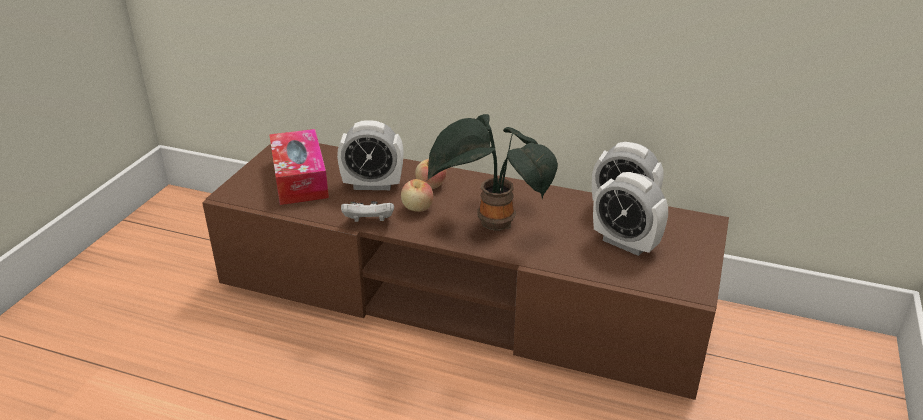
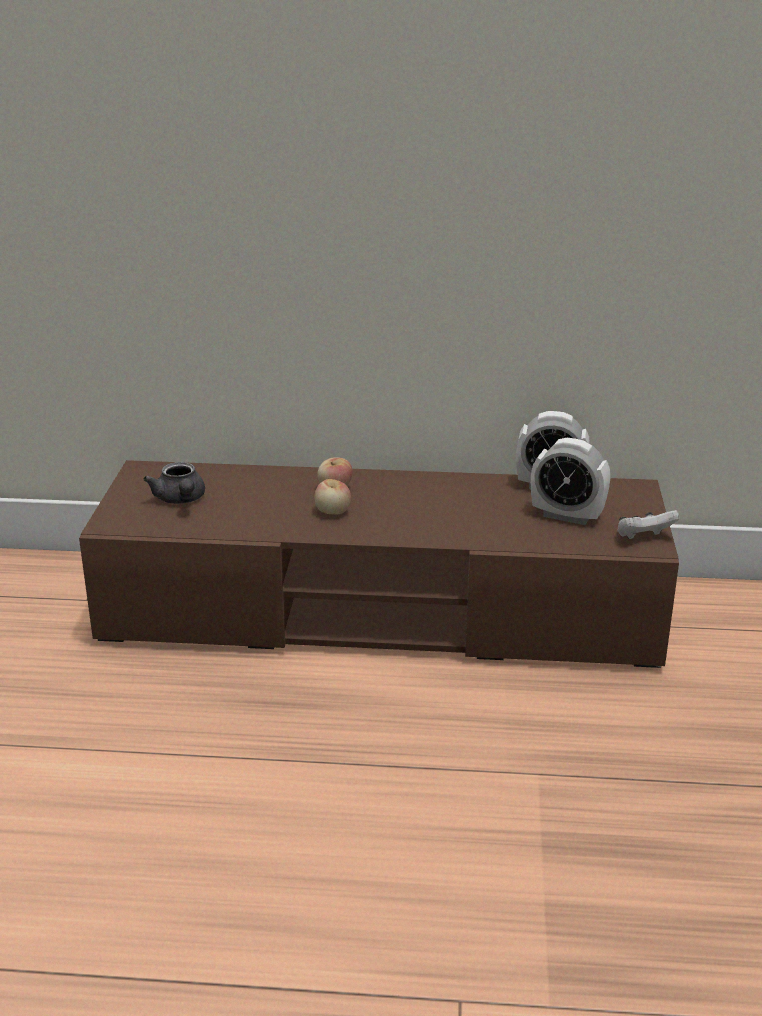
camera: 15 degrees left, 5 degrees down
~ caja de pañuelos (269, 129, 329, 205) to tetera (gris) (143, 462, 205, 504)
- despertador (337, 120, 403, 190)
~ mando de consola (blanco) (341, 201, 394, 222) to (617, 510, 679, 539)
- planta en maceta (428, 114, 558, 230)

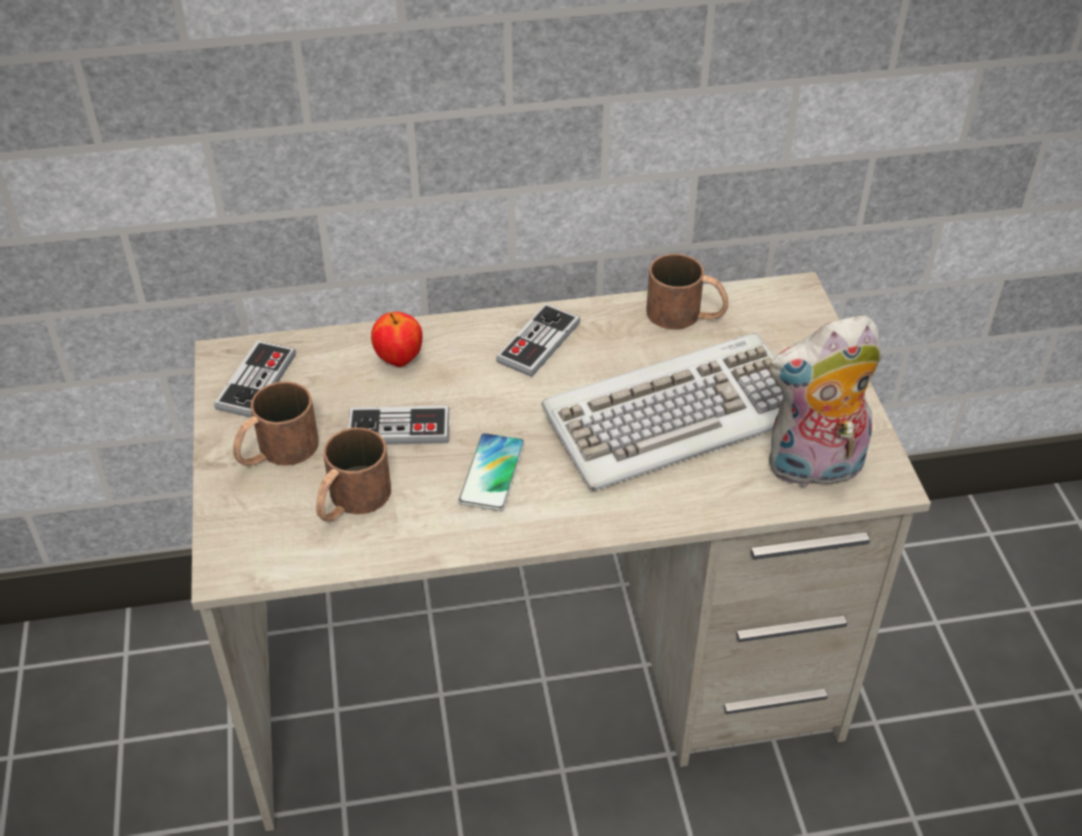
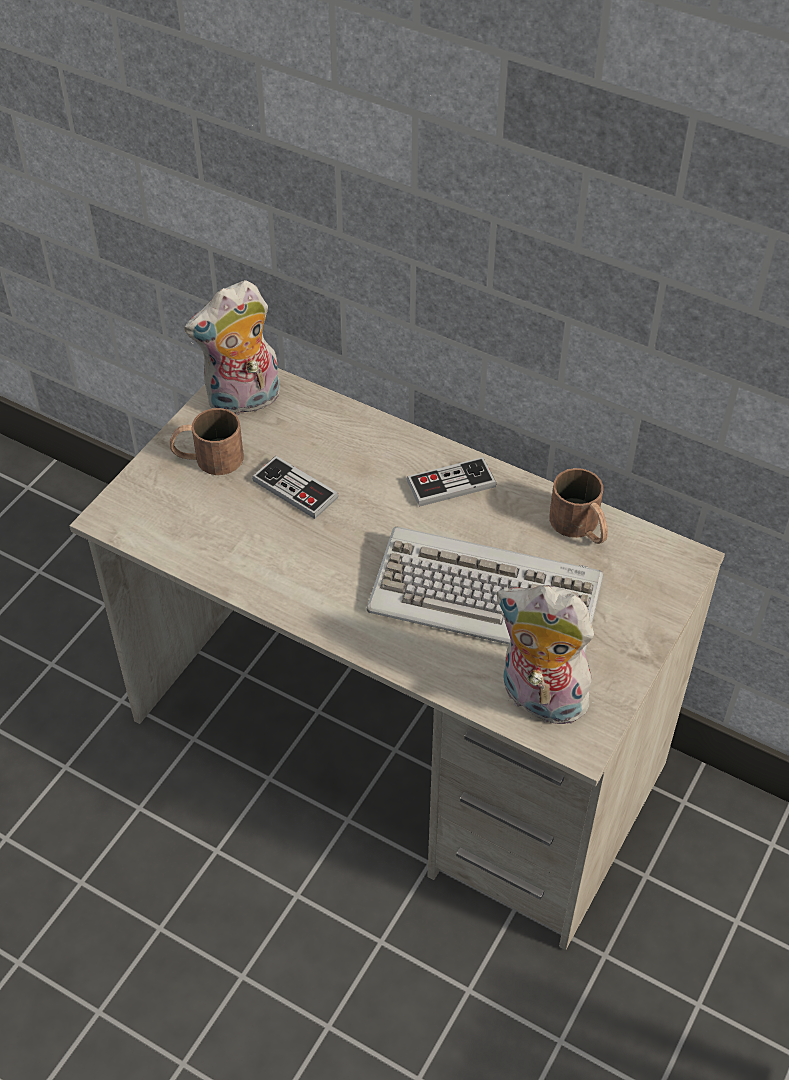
camera: 40 degrees right, 5 degrees up
~ mando de consola (214, 340, 296, 418) to peluche (184, 280, 280, 416)
- taza grande (marrón) (316, 427, 391, 522)
- manzana (371, 311, 422, 367)
- móvil (458, 433, 525, 511)

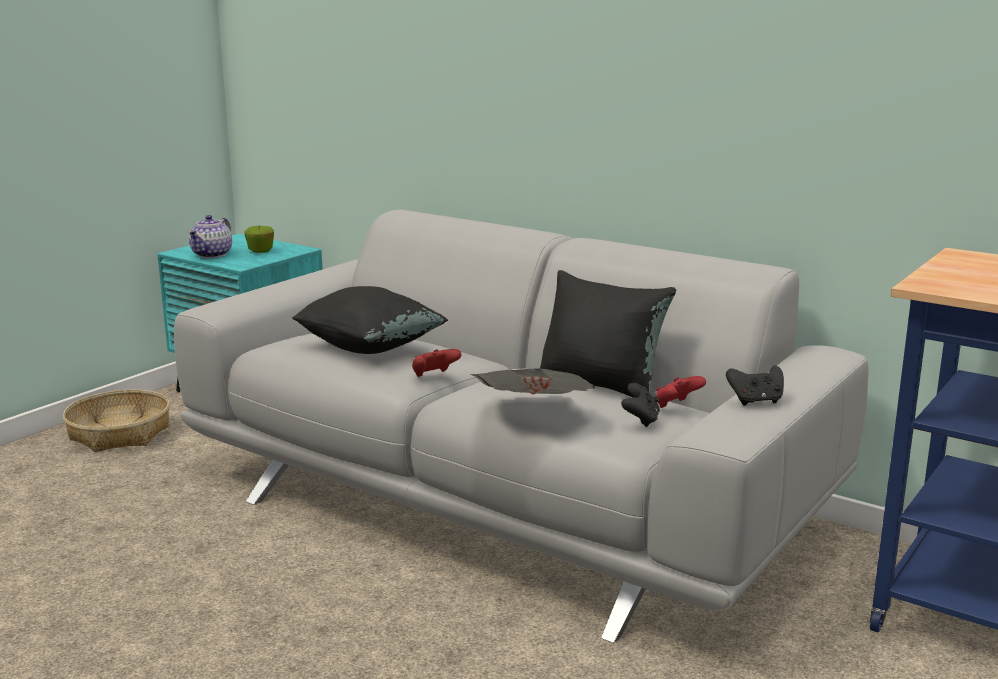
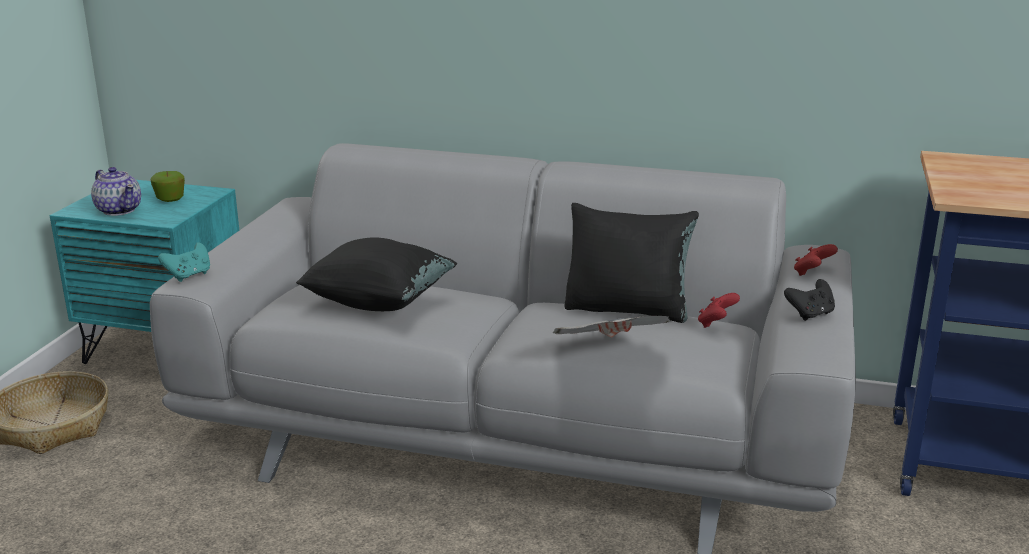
camera: 20 degrees left, 5 degrees up
~ tetera (188, 215, 232, 258) = (91, 167, 141, 216) 45 degrees counterclockwise
~ mando de consola (rojo) (412, 349, 461, 377) to (794, 244, 838, 276)
- mando de consola (negro) (621, 383, 660, 427)
+ mando de consola (turquesa) (158, 243, 210, 282)

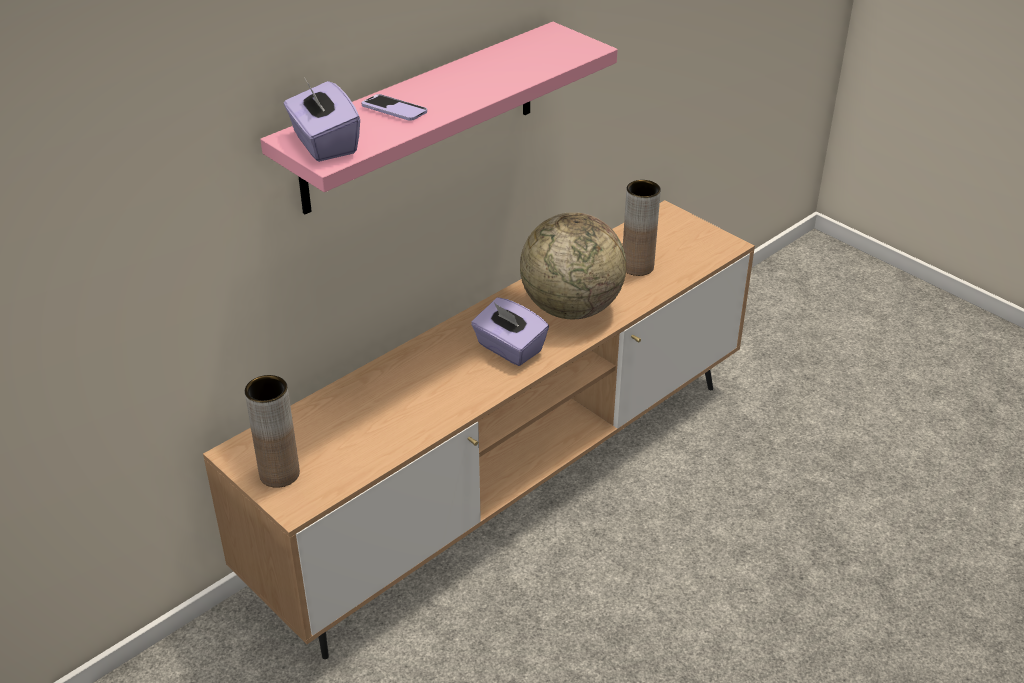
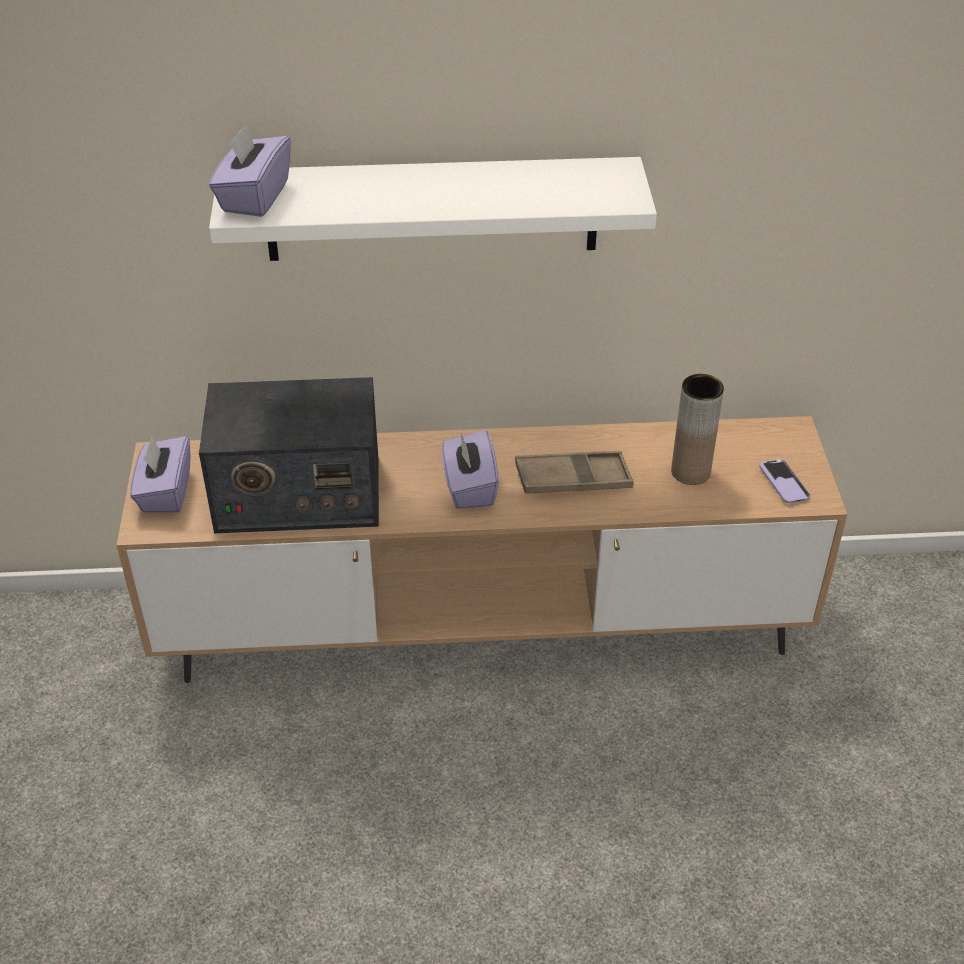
camera: 40 degrees right, 5 degrees up
~ florero (marrón) (245, 375, 300, 488) to caja de pañuelos (morado) (130, 436, 190, 513)
~ estante (rosa) (260, 22, 618, 214) to estante (blanco) (209, 157, 657, 261)
~ móvil (362, 94, 427, 121) to (759, 459, 810, 504)
~ globo terráqueo (520, 212, 626, 319) to bandeja (marrón) (515, 451, 634, 494)
+ radio (199, 377, 379, 533)

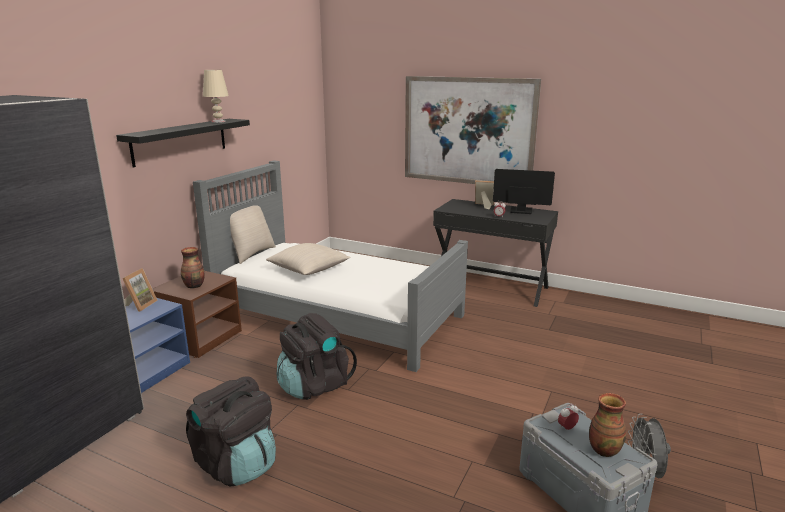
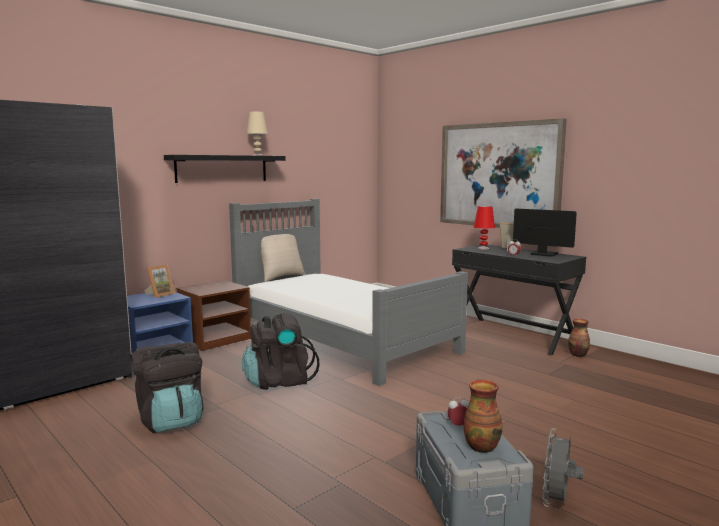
camera: 20 degrees right, 10 degrees down
~ florero (181, 247, 205, 288) to (568, 319, 590, 357)
- cojín (beis) (266, 243, 351, 275)
+ lámpara de mesa (rojo) (474, 206, 495, 249)

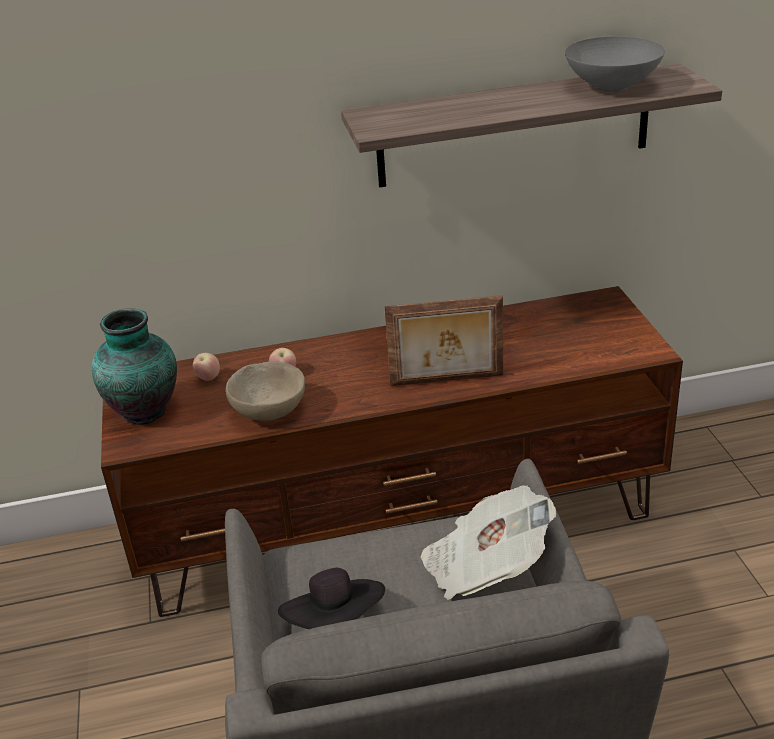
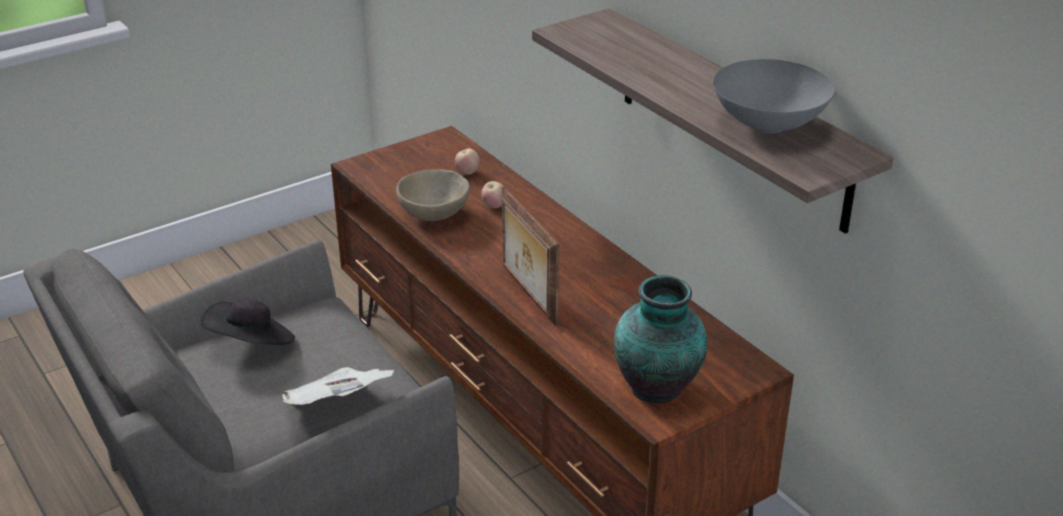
camera: 65 degrees right, 0 degrees up
~ florero (92, 309, 177, 425) to (614, 275, 707, 403)

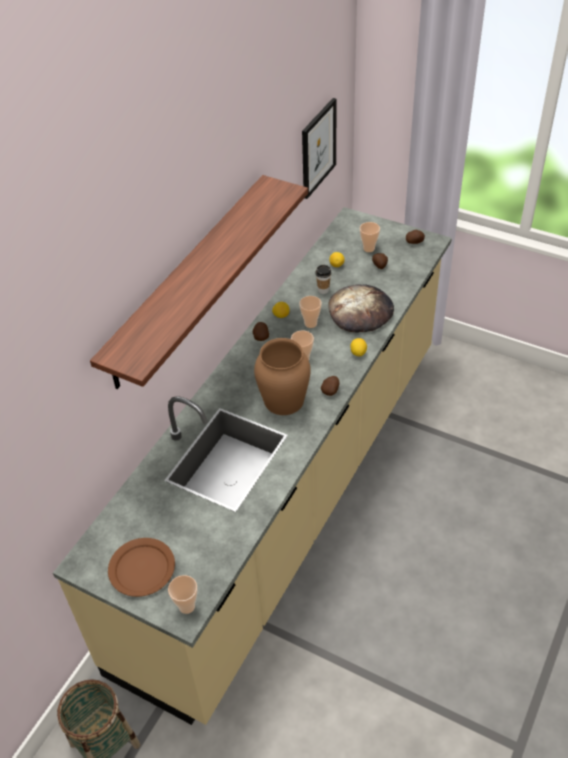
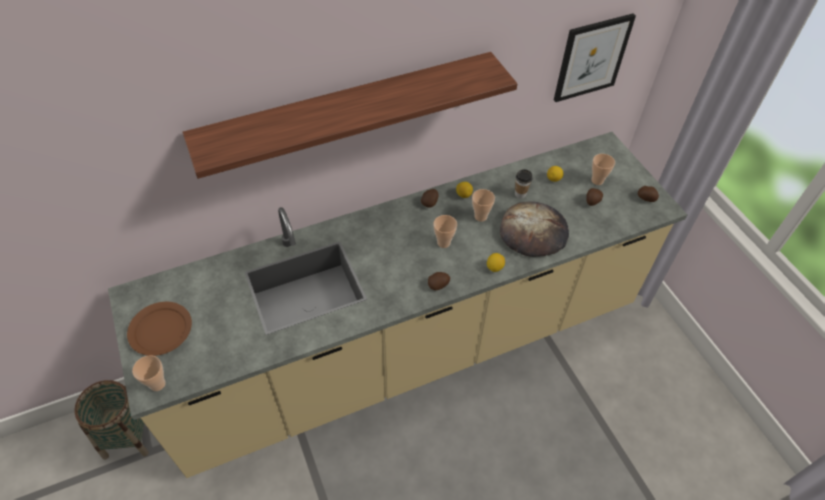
camera: 35 degrees right, 5 degrees up
- florero (marrón) (254, 338, 311, 415)

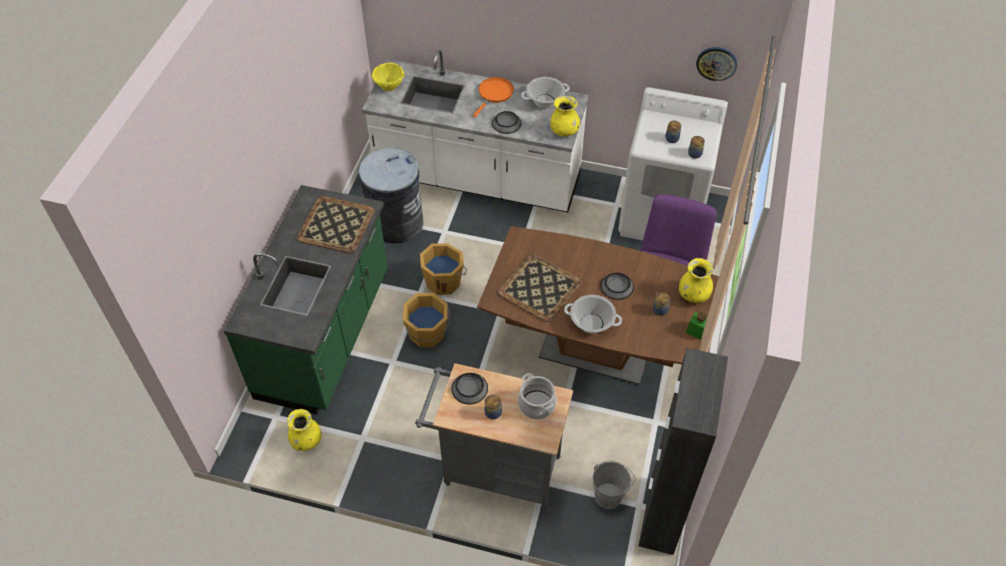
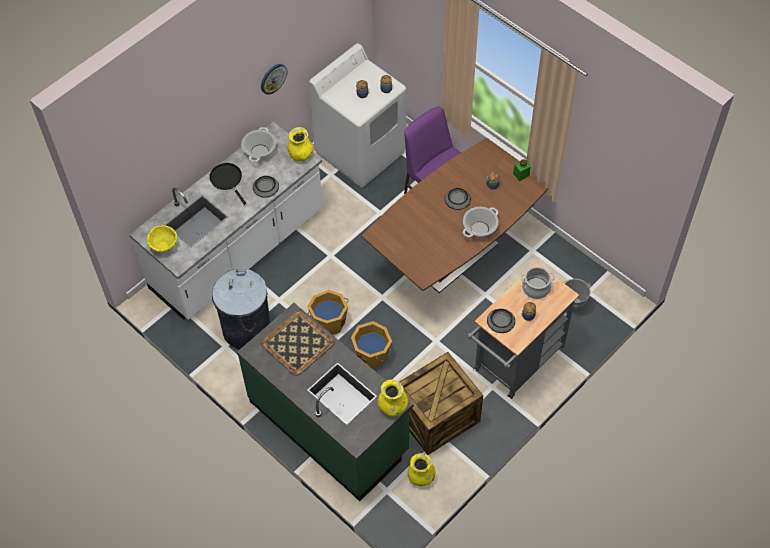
camera: 60 degrees left, 5 degrees up
~ sartén (naranja) (473, 77, 514, 117) to sartén (negro) (209, 163, 246, 205)
- bandeja (497, 254, 582, 322)
- armario (negro) (638, 348, 728, 555)
~ florero (amarillo) (679, 258, 713, 303) to (377, 379, 408, 416)
~ reloj de pared (696, 47, 737, 81) to (261, 64, 287, 95)
+ caja de embalaje (399, 352, 483, 455)

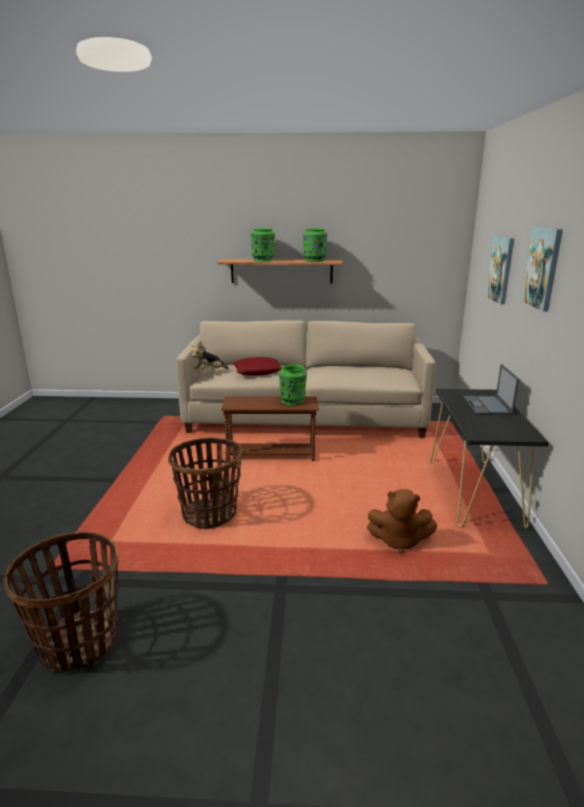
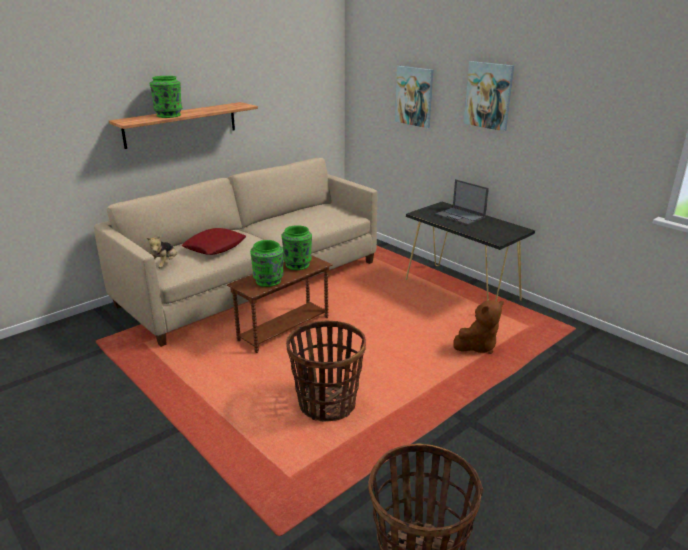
camera: 45 degrees left, 5 degrees up
~ florero (verde) (303, 229, 327, 262) to (250, 240, 283, 287)

